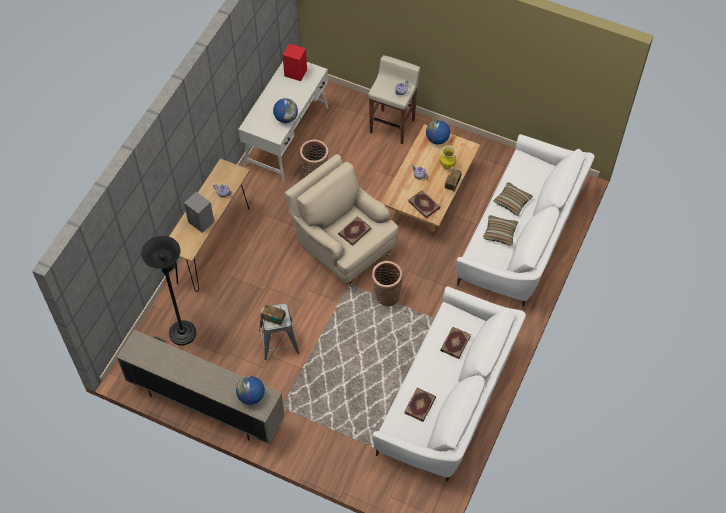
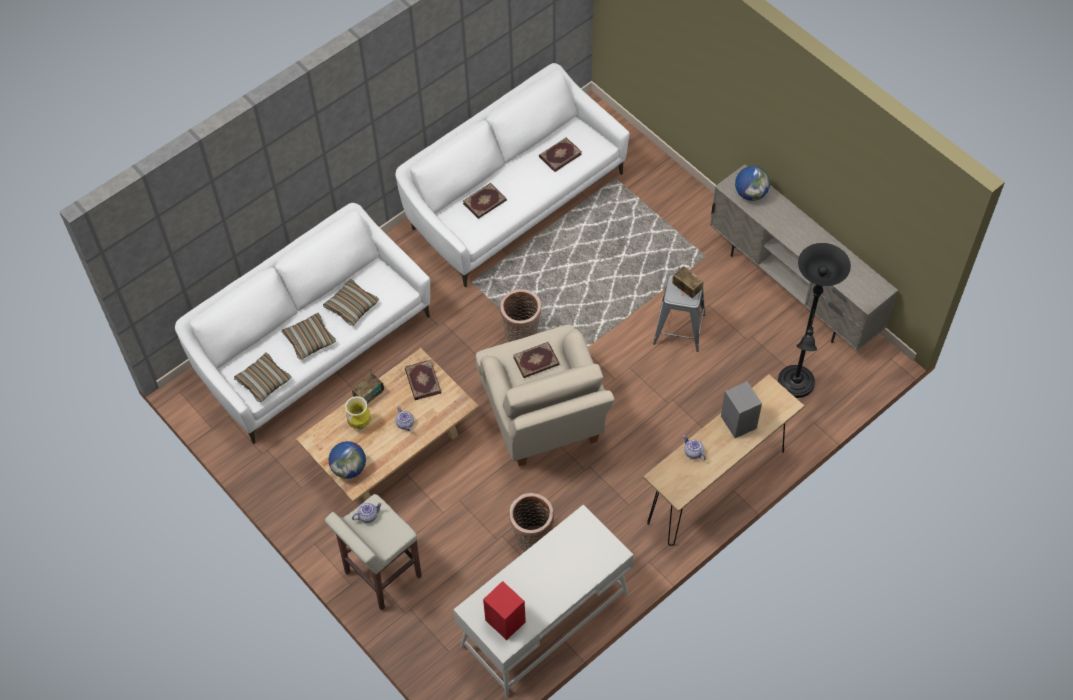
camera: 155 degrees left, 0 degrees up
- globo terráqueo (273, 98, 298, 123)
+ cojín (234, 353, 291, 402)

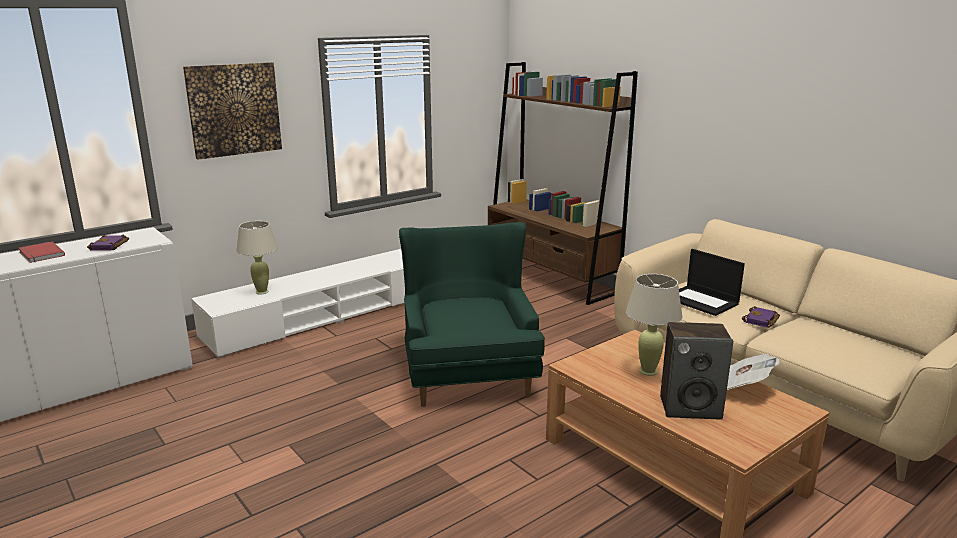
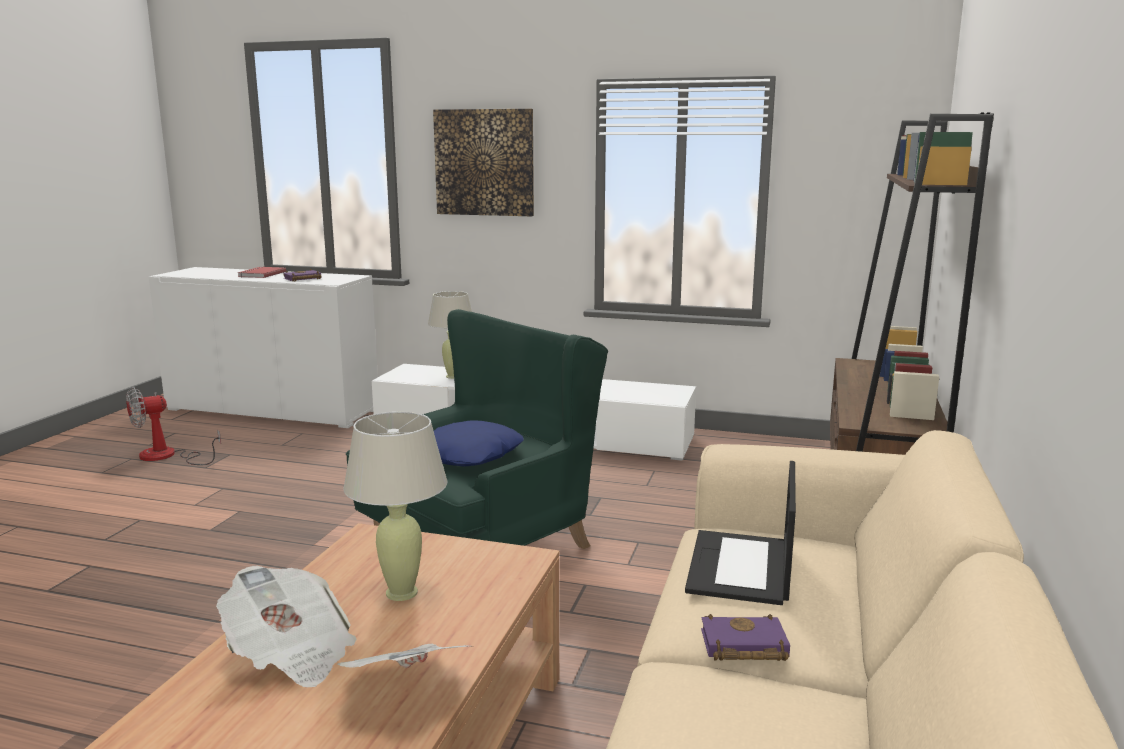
camera: 55 degrees right, 5 degrees down
~ altavoz (660, 322, 733, 419) to periódico (216, 565, 357, 687)
+ ventilador (126, 387, 221, 465)
+ cojín (azul) (434, 420, 523, 467)

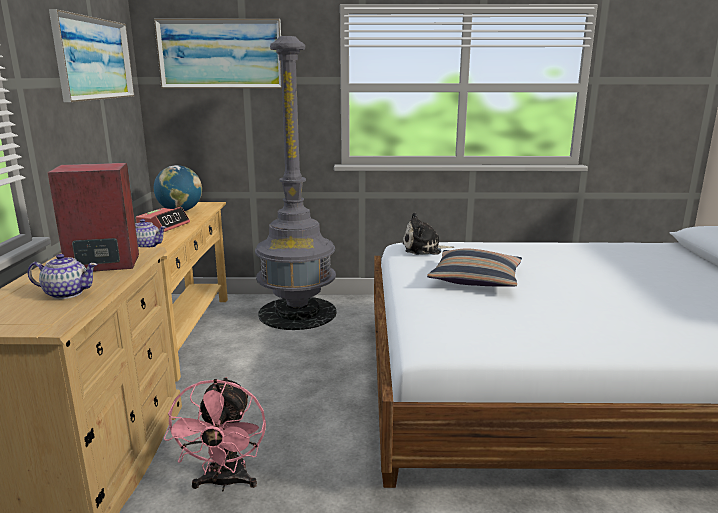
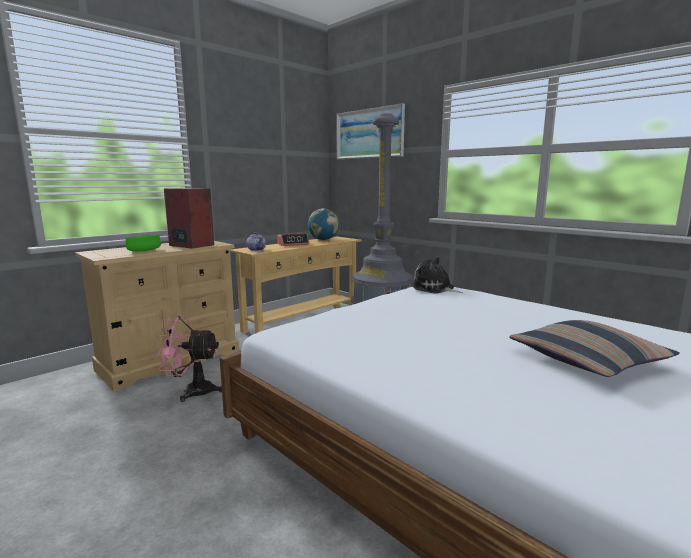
camera: 45 degrees right, 5 degrees down
~ tetera (28, 254, 98, 299) to cuenco (verde) (126, 235, 161, 251)
- cuadro (49, 9, 134, 102)
~ ventilador (rosa) (164, 377, 266, 491) = (155, 315, 222, 402) 45 degrees clockwise
~ cojín (427, 248, 522, 287) to (509, 320, 680, 377)

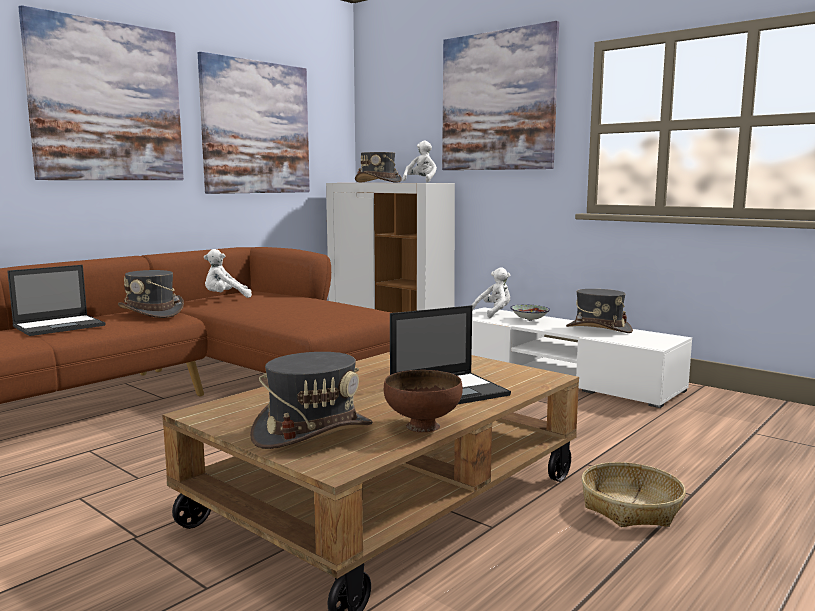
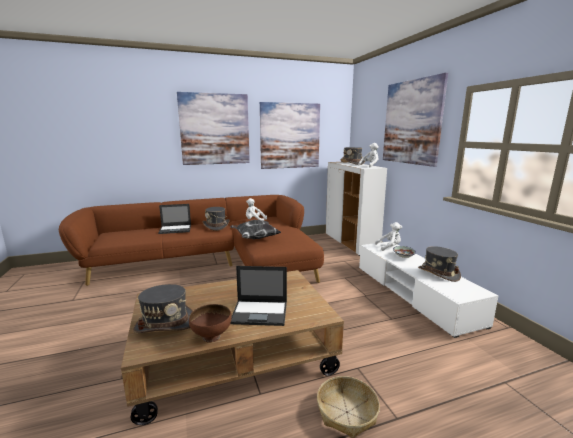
camera: 30 degrees right, 5 degrees up
+ cojín (230, 220, 281, 239)

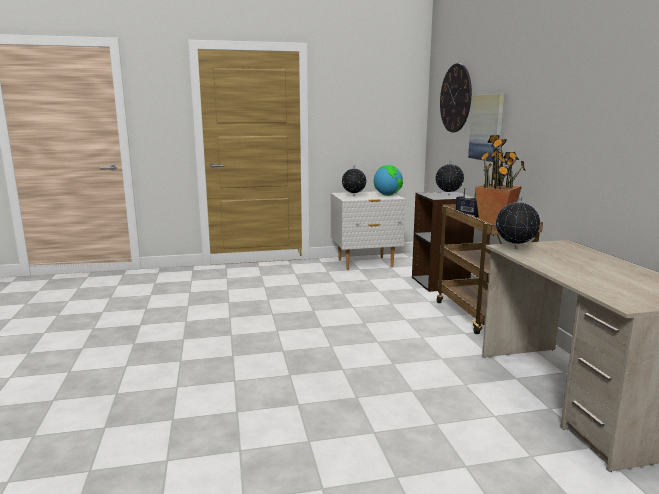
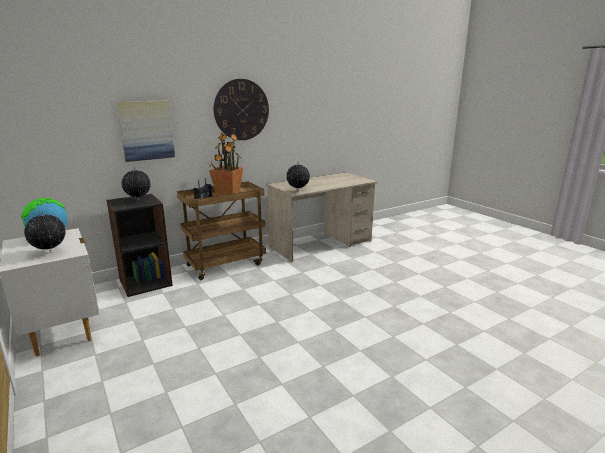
camera: 110 degrees left, 5 degrees up
~ reloj de pared (440, 63, 472, 132) to (214, 79, 269, 140)

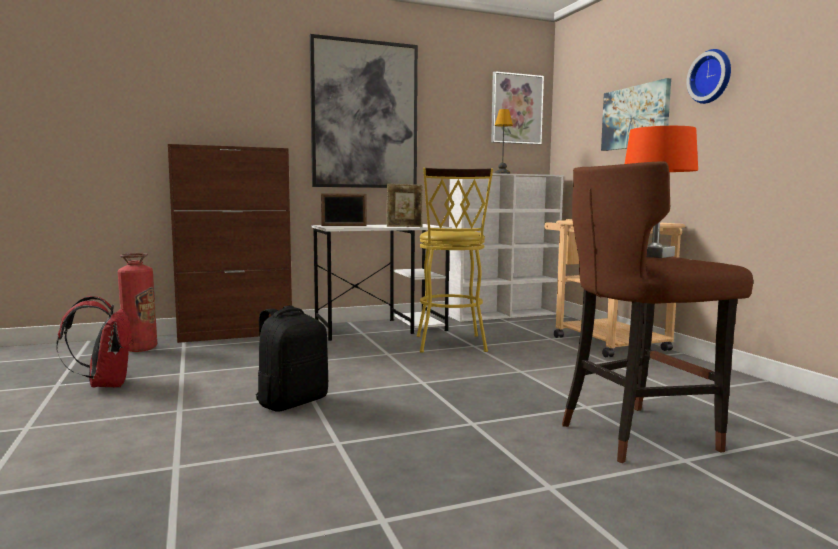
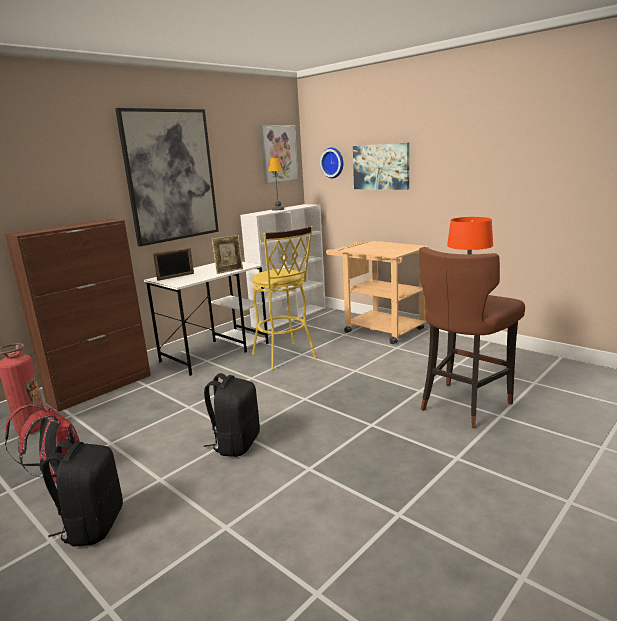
camera: 25 degrees left, 10 degrees up
~ reloj de pared (686, 49, 731, 104) to (320, 147, 343, 178)
+ mochila (negro) (42, 441, 123, 546)

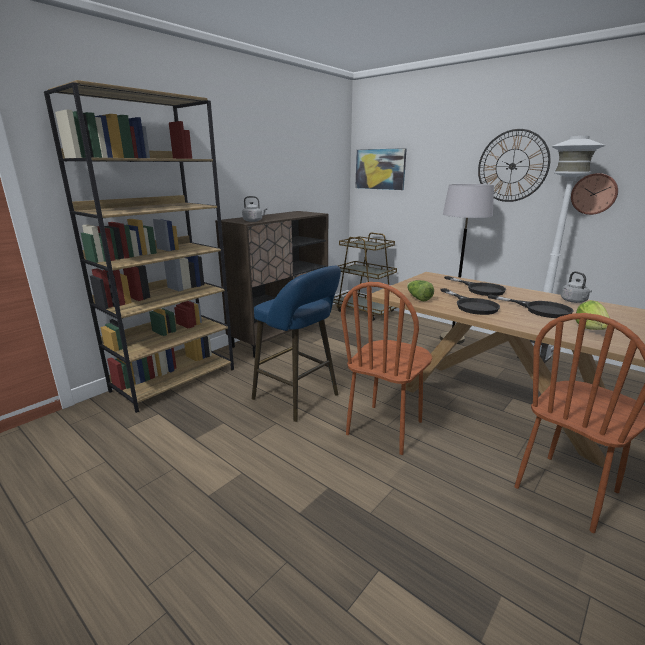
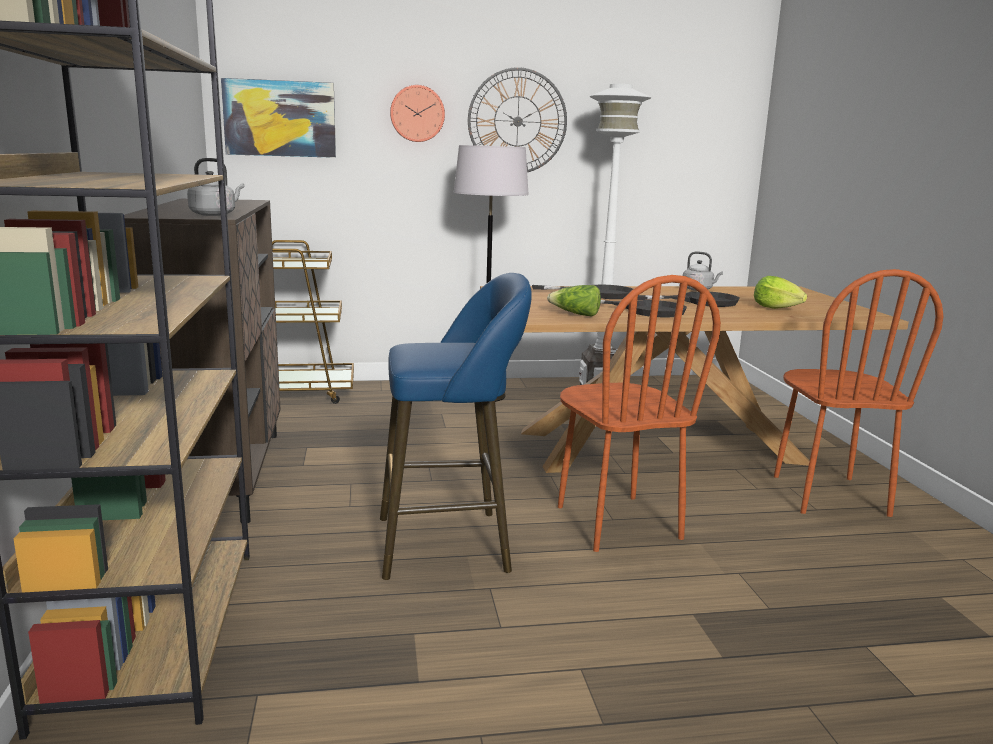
camera: 50 degrees left, 5 degrees down
~ reloj de pared (571, 173, 618, 215) to (390, 85, 445, 142)

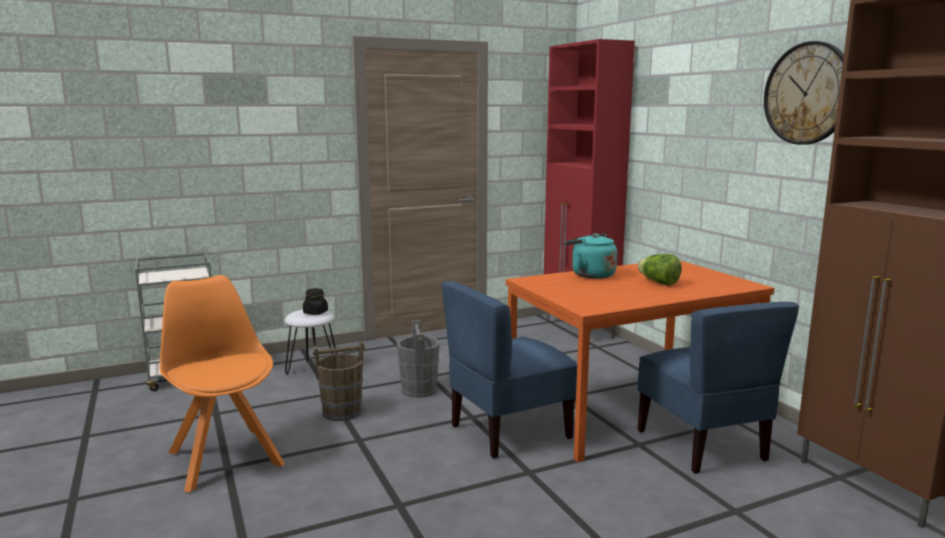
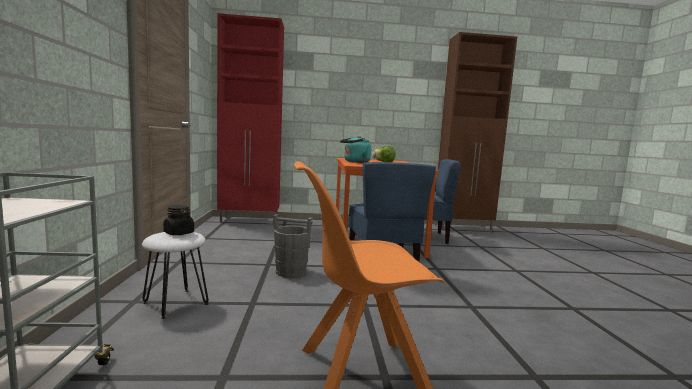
camera: 70 degrees left, 5 degrees down
- cubo (marrón) (313, 341, 365, 421)
- reloj de pared (764, 41, 844, 145)

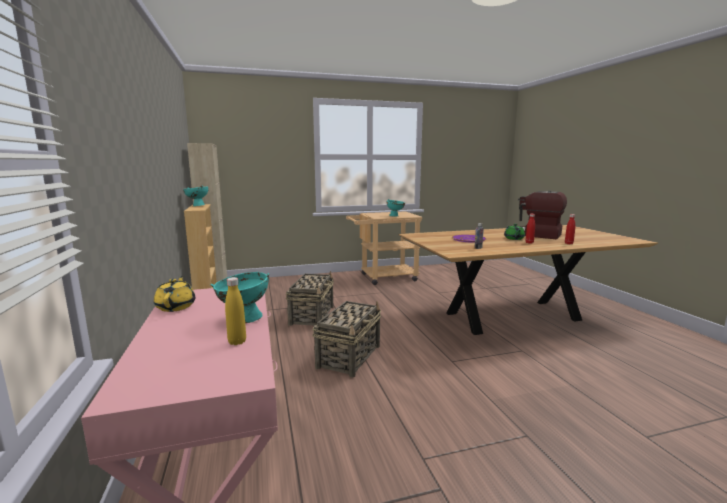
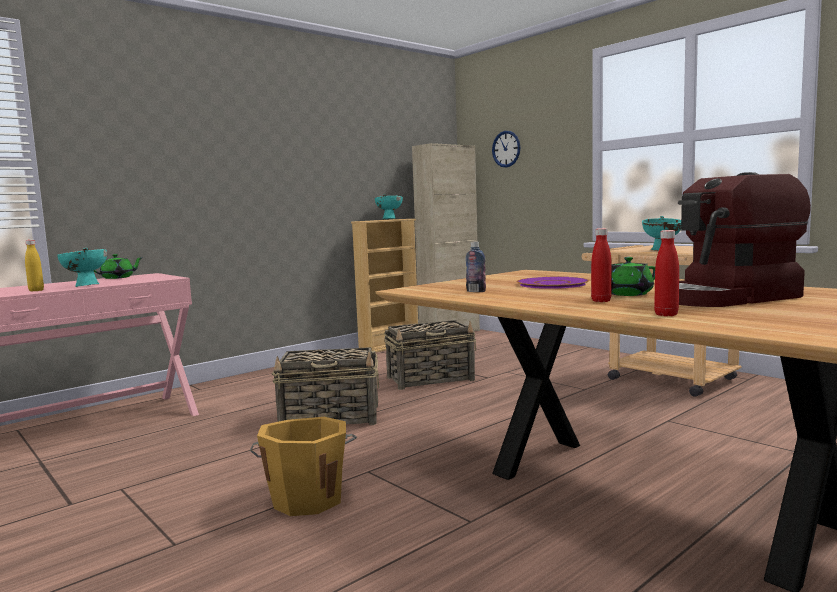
camera: 65 degrees right, 5 degrees down
~ tetera (amarillo) (154, 276, 195, 312) to tetera (verde) (94, 254, 143, 279)
~ cafetera (518, 191, 567, 239) = (678, 172, 811, 307) 120 degrees counterclockwise
+ cubo (naranja) (250, 417, 357, 516)
+ reloj de pared (492, 131, 520, 167)

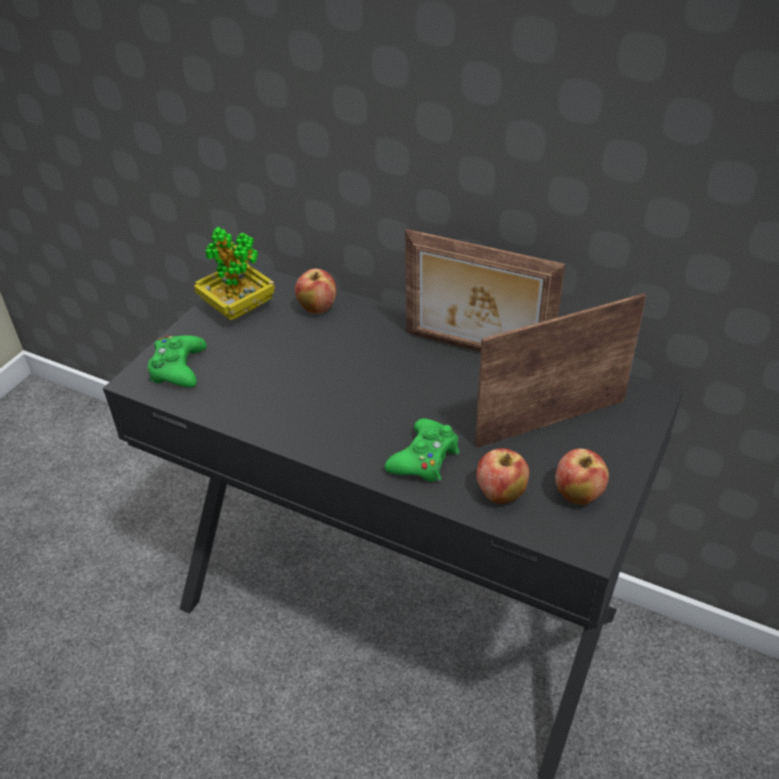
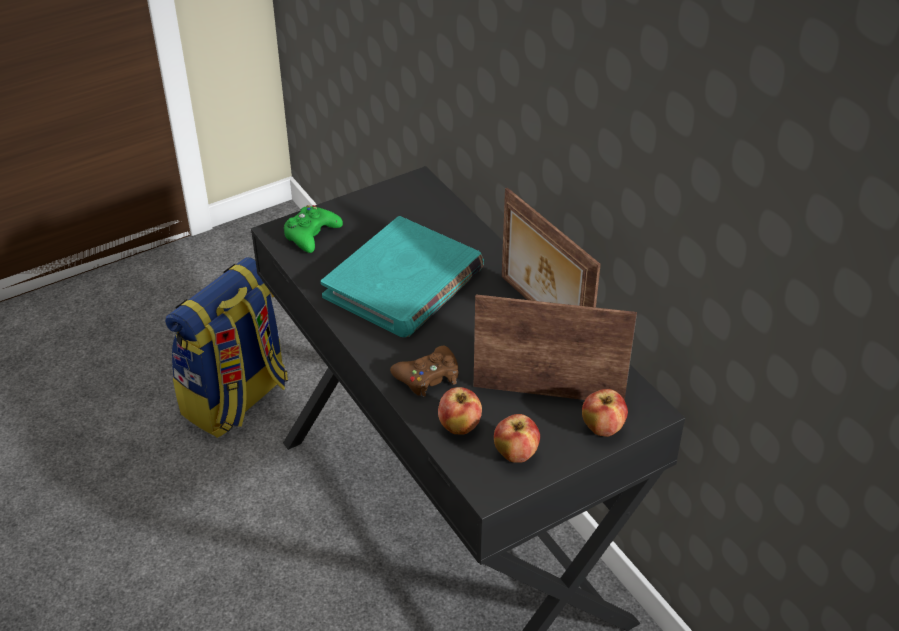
camera: 30 degrees right, 0 degrees up
- planta en maceta (194, 227, 275, 320)
~ manzana (295, 269, 336, 314) to (582, 389, 628, 437)
~ mando de consola (verde) (384, 418, 460, 482) to mando de consola (marrón) (390, 346, 459, 397)
+ mochila (165, 257, 288, 438)
+ libro (turquesa) (321, 216, 484, 337)

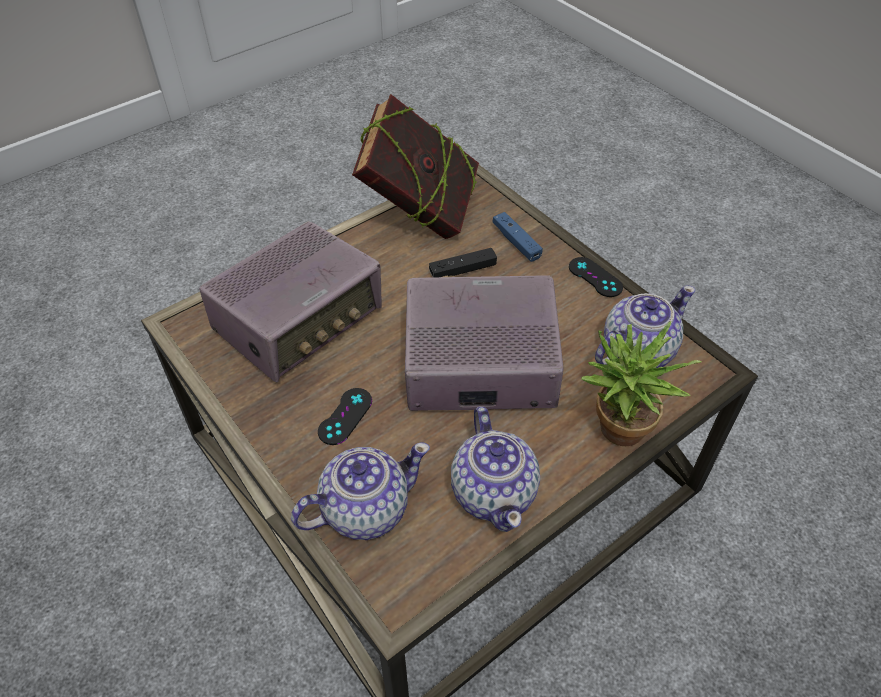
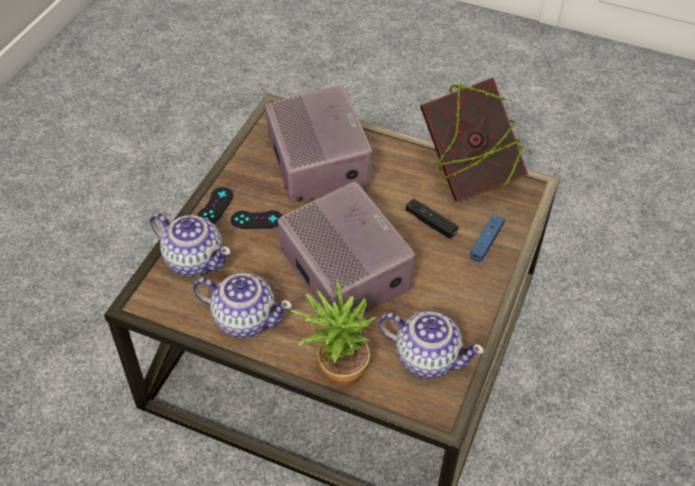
camera: 60 degrees right, 0 degrees up
~ radio (199, 222, 382, 383) = (265, 85, 372, 202) 120 degrees counterclockwise
~ tetera (451, 406, 540, 532) = (193, 273, 292, 338) 120 degrees counterclockwise
~ mando de consola (negro) (569, 257, 623, 297) to (197, 187, 233, 224)

